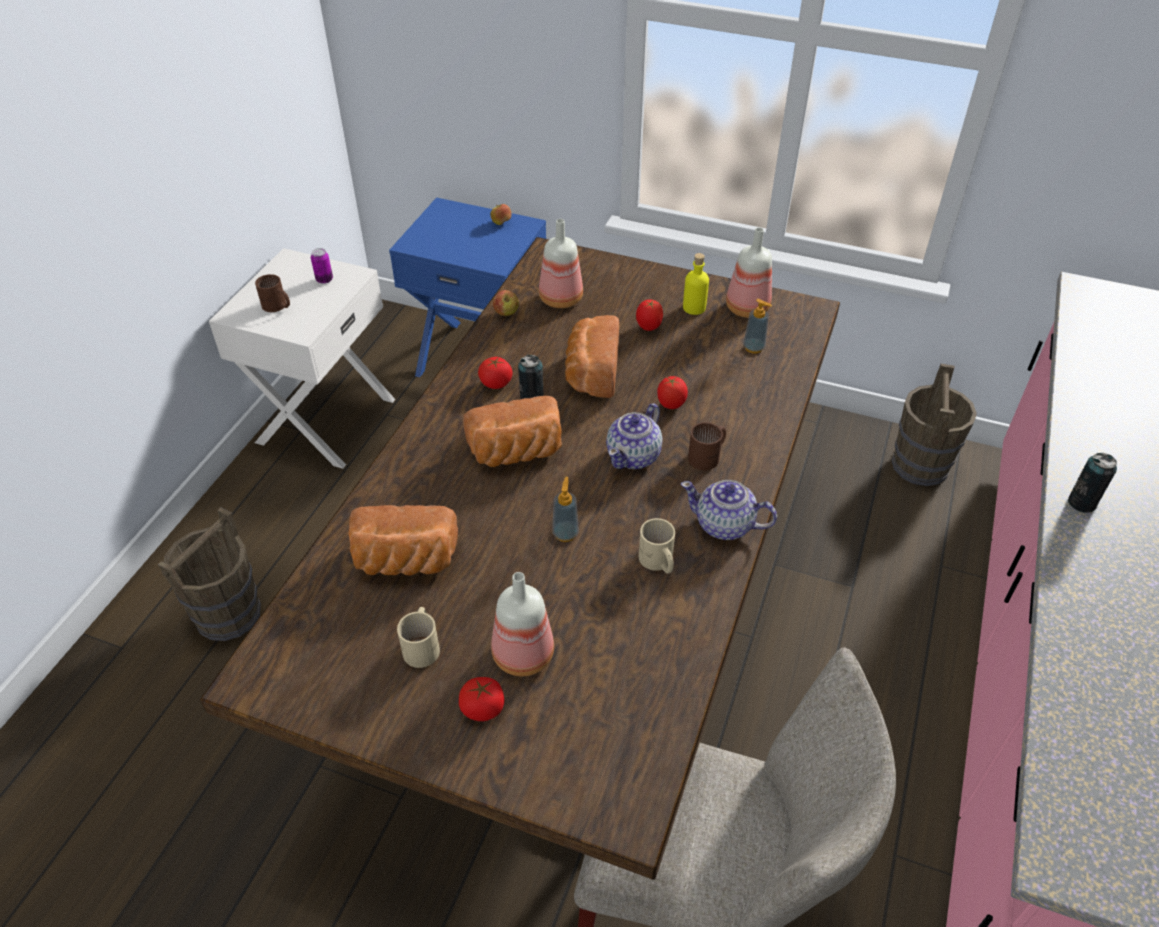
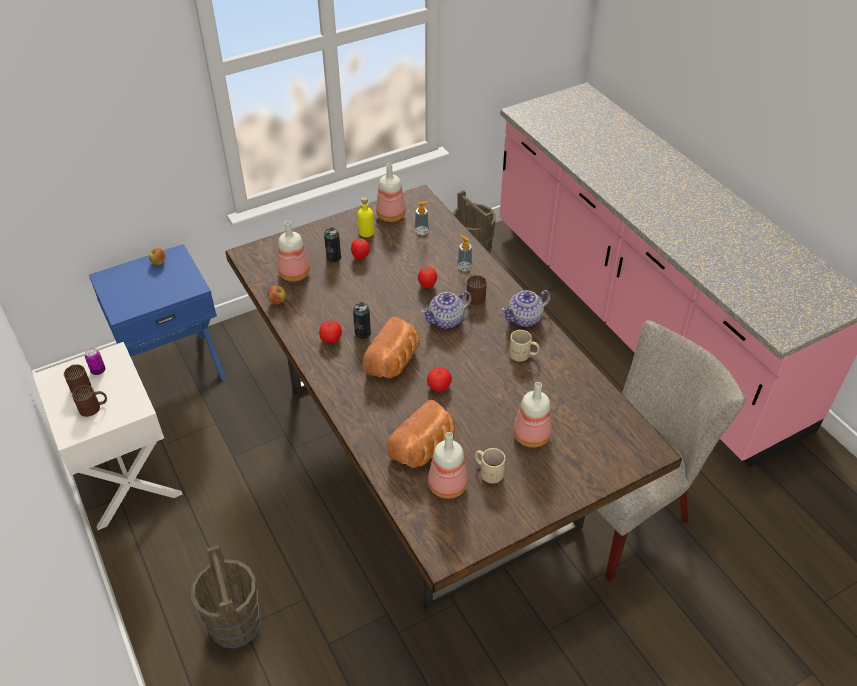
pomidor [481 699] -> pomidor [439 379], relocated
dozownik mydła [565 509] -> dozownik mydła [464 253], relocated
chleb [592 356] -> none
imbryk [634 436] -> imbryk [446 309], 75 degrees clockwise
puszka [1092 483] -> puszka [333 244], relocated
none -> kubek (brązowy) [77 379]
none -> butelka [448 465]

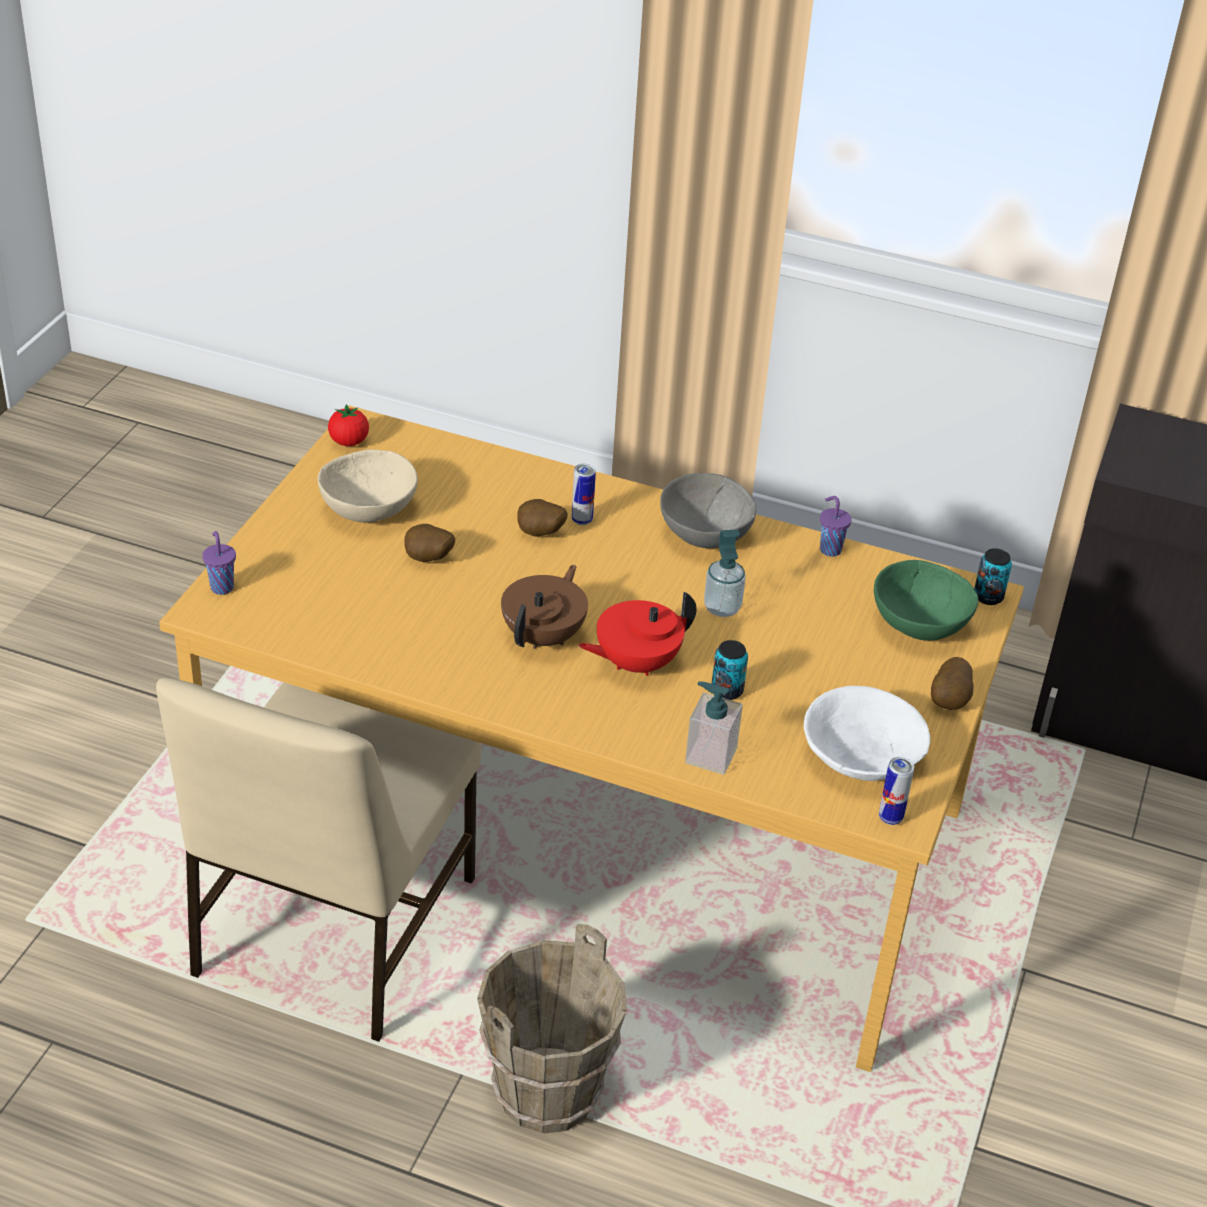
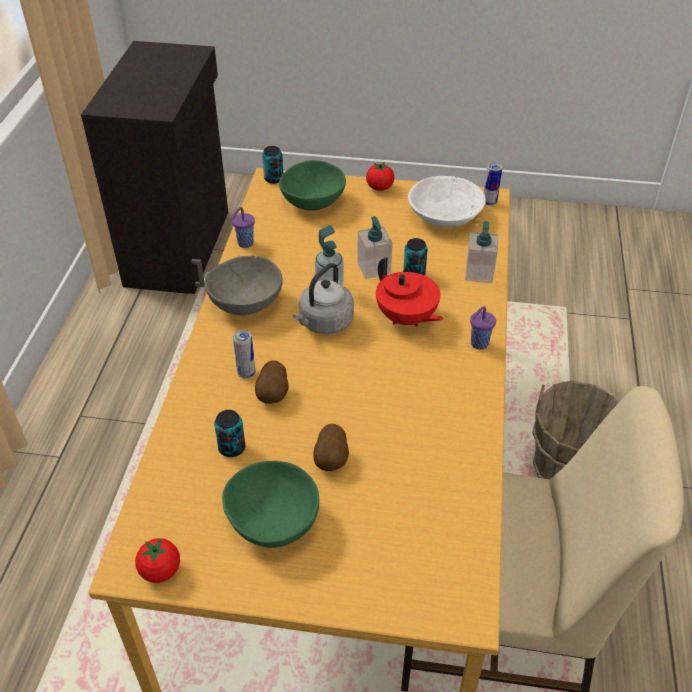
filiżanka (fioletowy) [219 563] -> filiżanka (fioletowy) [483 328], relocated
miska (beżowy) [368 486] -> miska (zielony) [270 504]
imbryk (brązowy) [544 607] -> none
ziemniak [952 683] -> pomidor [380 176]
none -> puszka [229 433]
none -> czajnik (szary) [323 298]
none -> dozownik mydła [374 247]

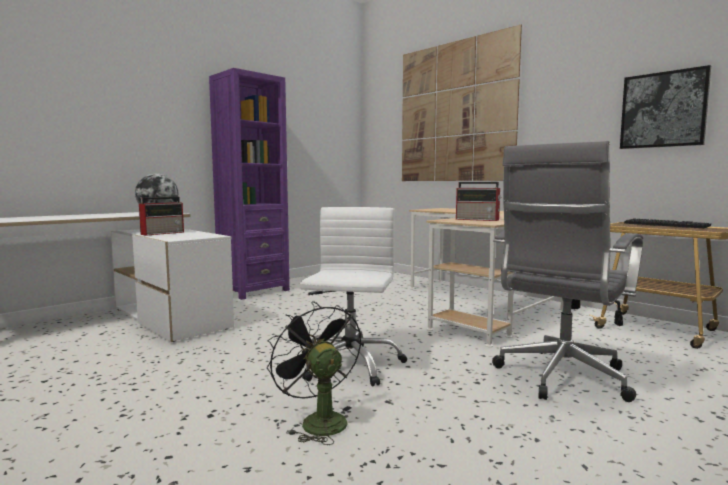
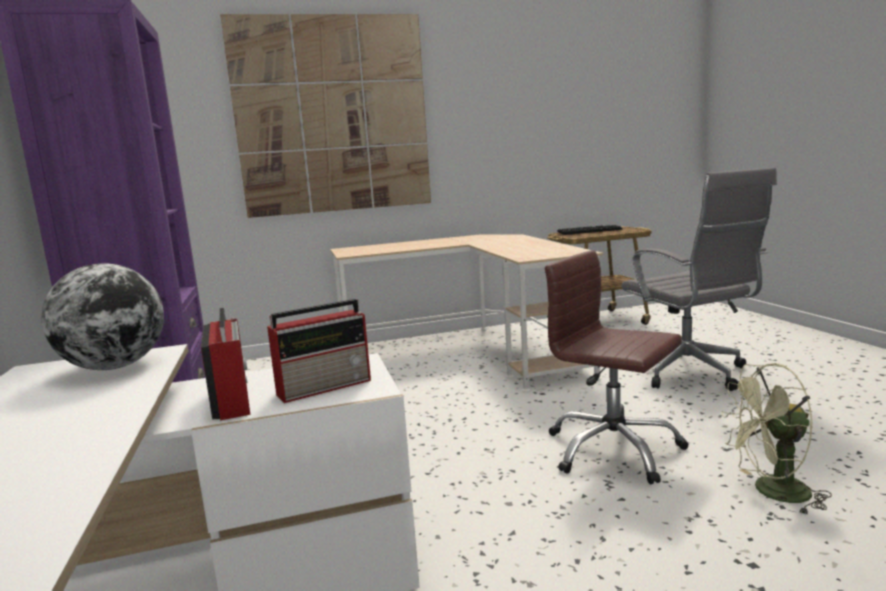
wentylator (czarny) [314 373] -> wentylator (zielony) [776 439]
krzesło biurowe (biały) [353 296] -> krzesło biurowe (brązowy) [617 367]
radio [478 201] -> radio [319 351], relocated
obraz [665 107] -> none

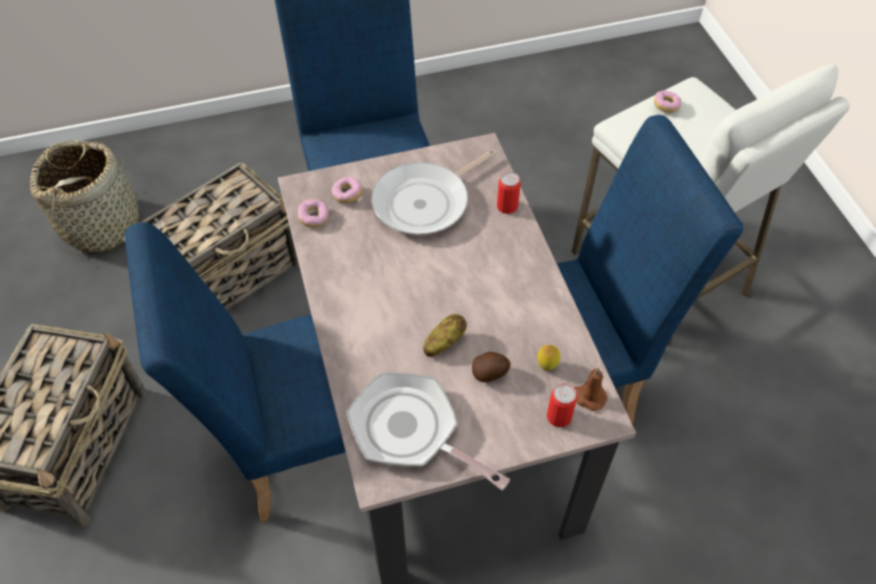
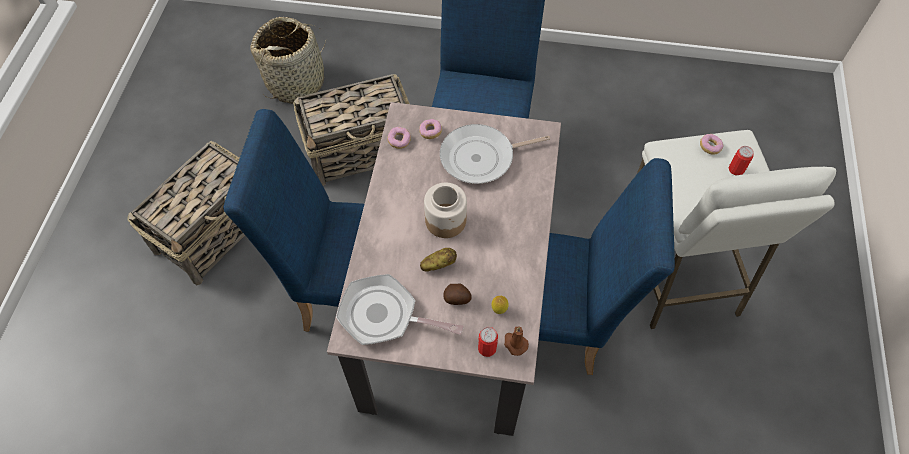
patelnia [428 431] -> patelnia [399 309], 45 degrees counterclockwise
puszka [509 193] -> puszka [741 161], relocated
none -> słoik [445 210]

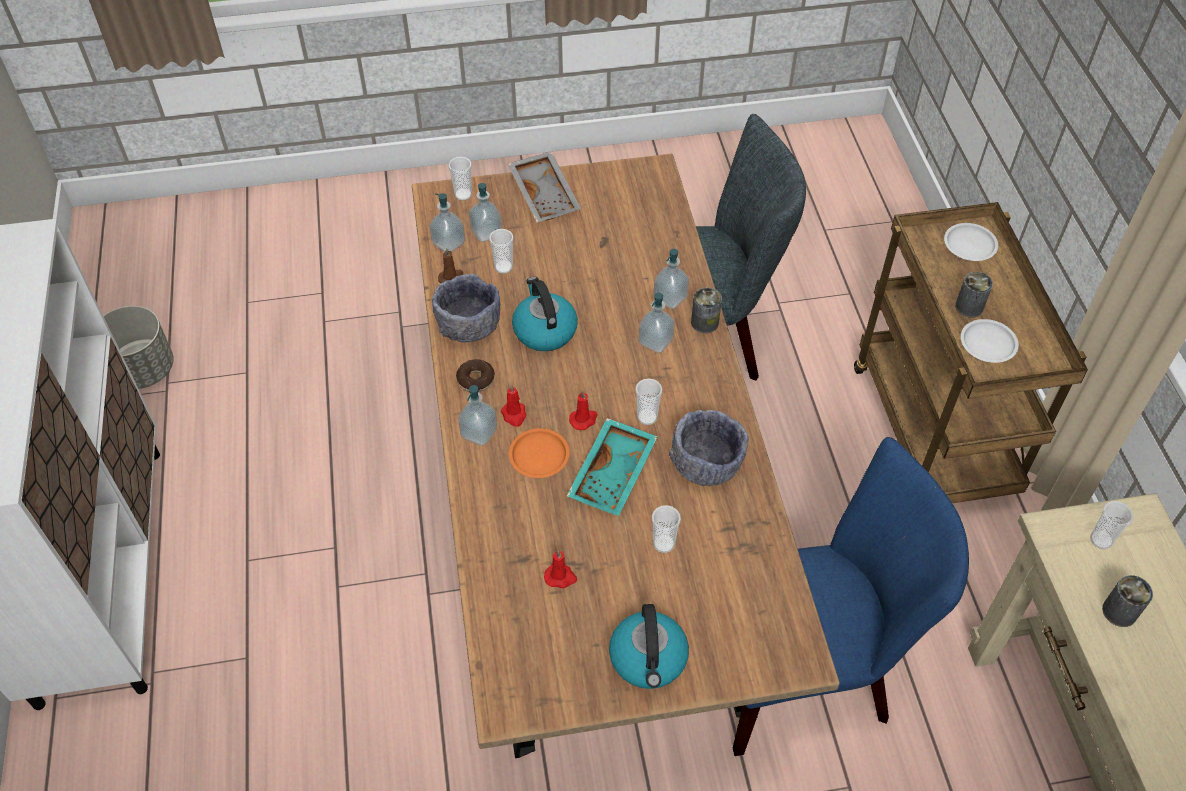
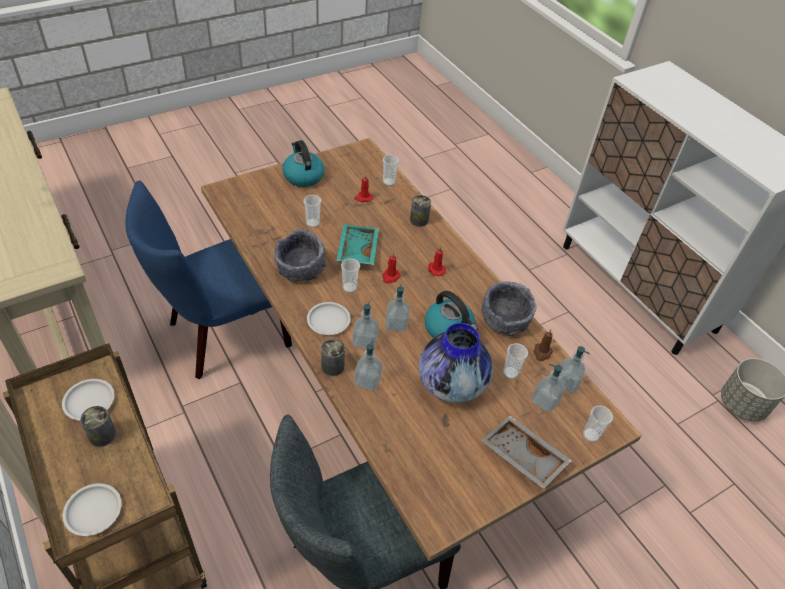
donut [475 375] -> none
dozownik mydła [477 415] -> dozownik mydła [397 308], relocated
talerz (pomarańczowy) [539 453] -> none
filiżanka [1112 525] -> filiżanka [391 170], relocated
puszka [1127 601] -> puszka [420 211], relocated
none -> talerz (biały) [329 318]
none -> wazon [455 363]

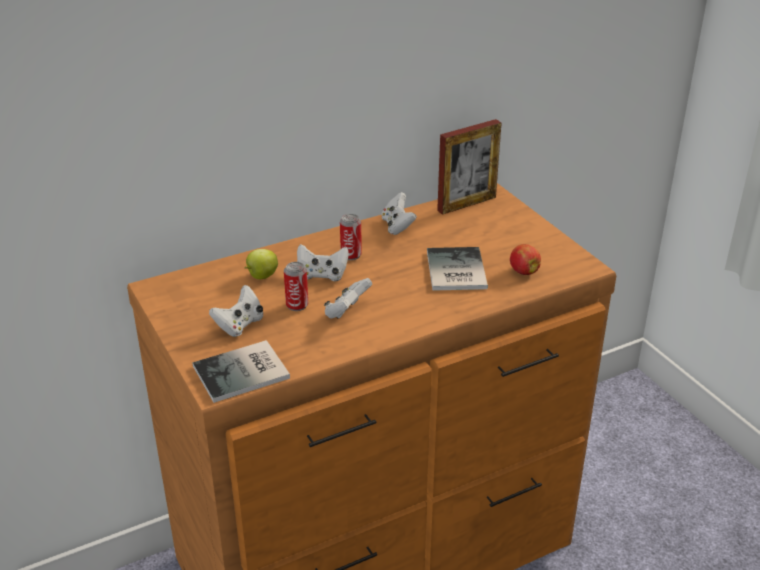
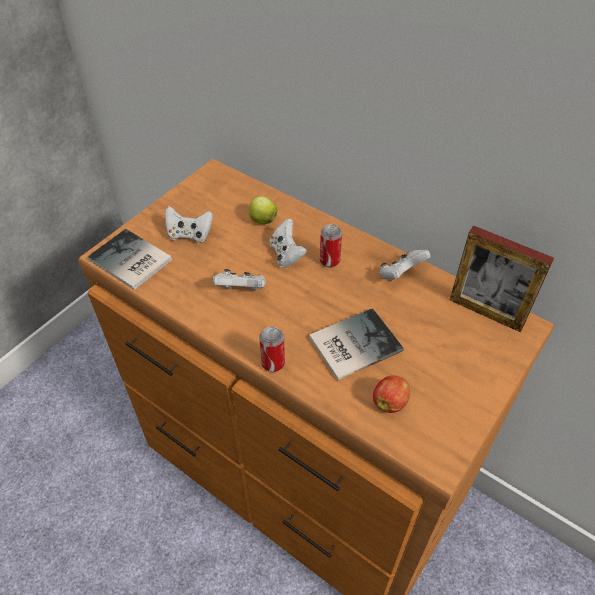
puszka [296 286] -> puszka [272 349], relocated

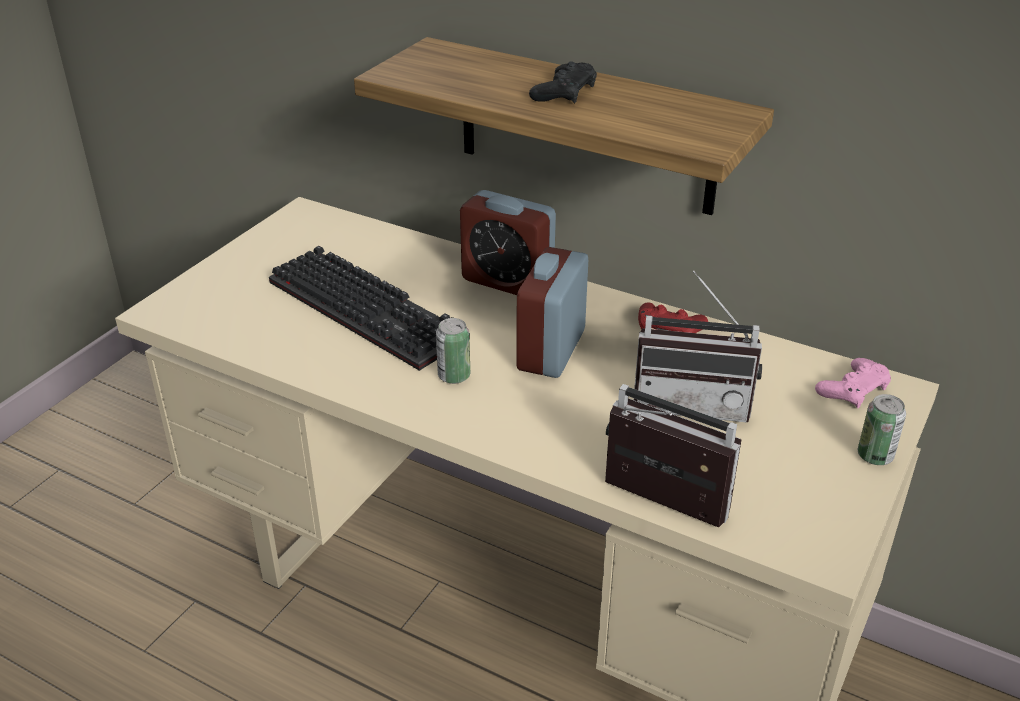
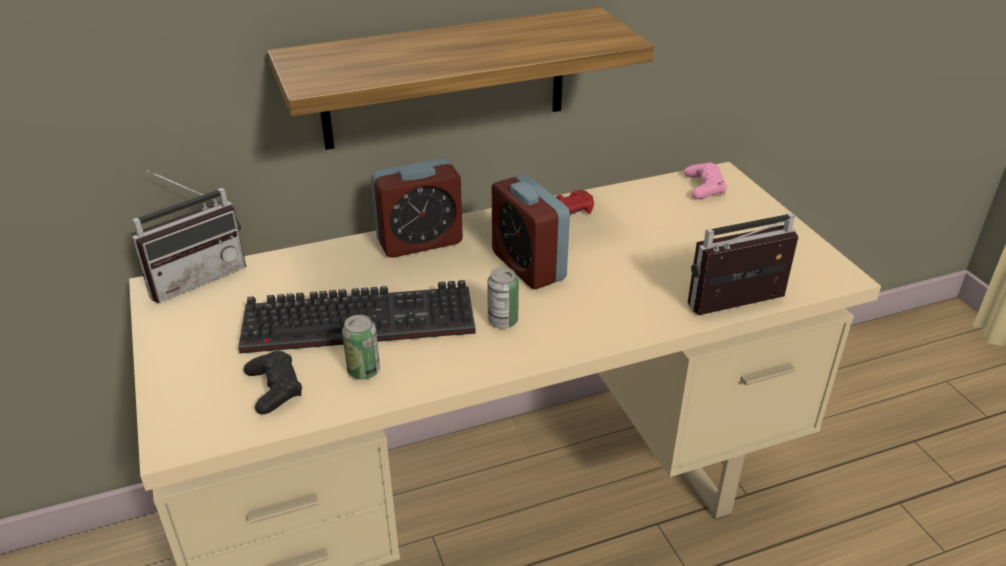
pad do gier (czarny) [563 82] -> pad do gier (czarny) [273 382], relocated
radio [697 346] -> radio [188 236], relocated
puszka [882 429] -> puszka [361 347], relocated

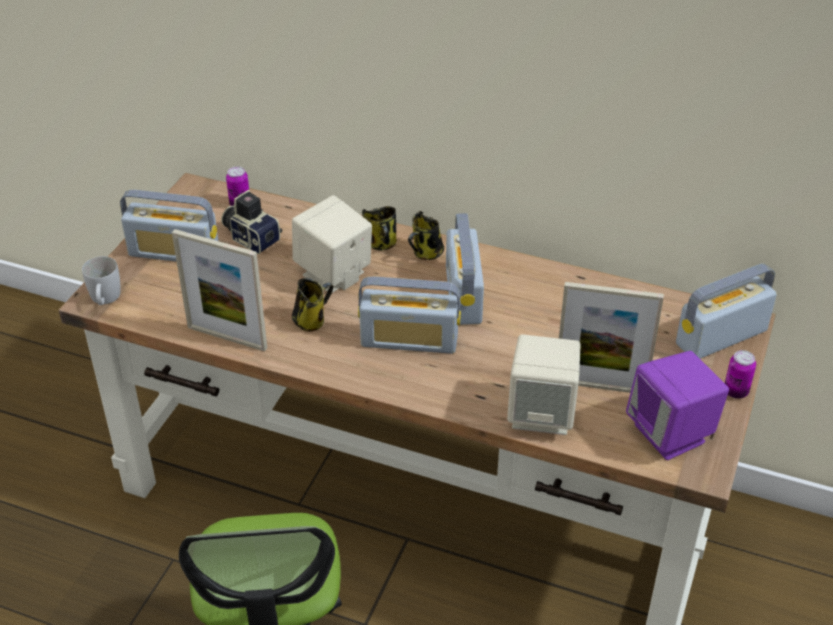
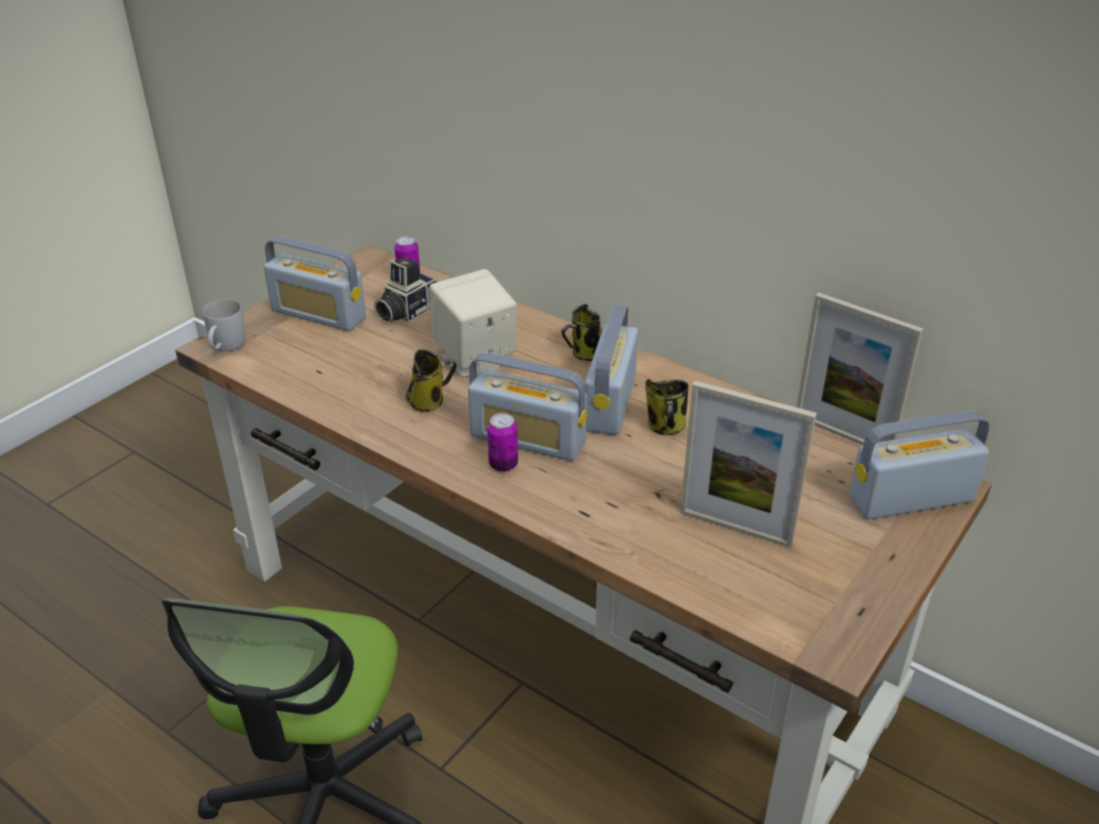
ramka na zdjęcie [219 290] -> ramka na zdjęcie [860 369], relocated
aparat fotograficzny [251 222] -> aparat fotograficzny [406 290], 105 degrees counterclockwise
kubek [379 228] -> kubek [666 407], relocated
głośnik (beżowy) [543 384] -> none
głośnik (fioletowy) [677 405] -> none
puszka [740 374] -> puszka [502 442], relocated

